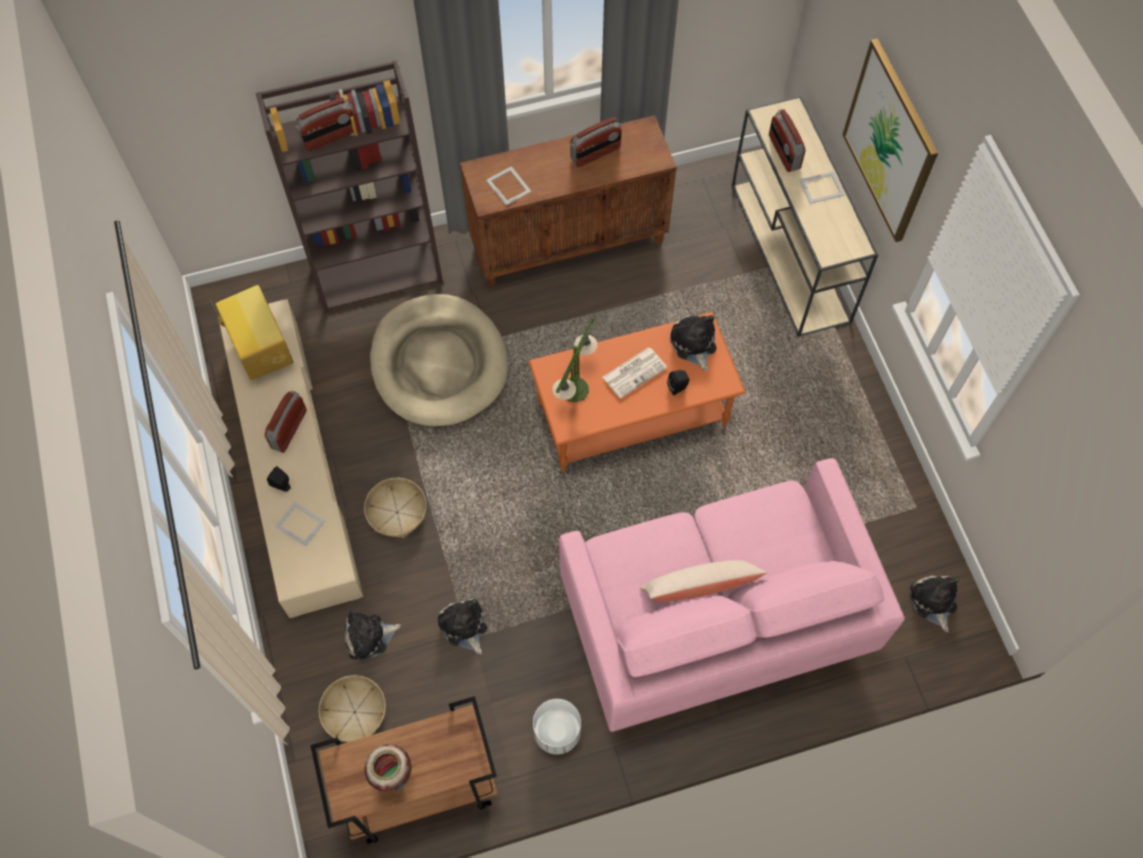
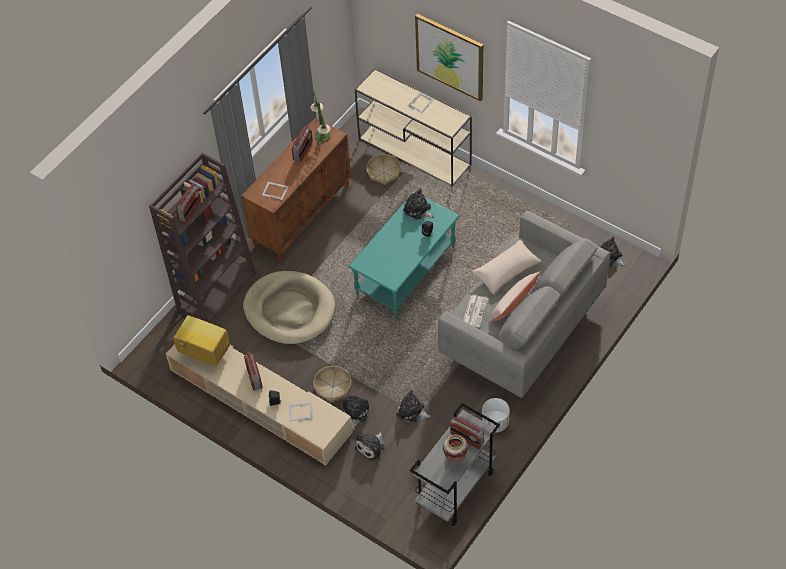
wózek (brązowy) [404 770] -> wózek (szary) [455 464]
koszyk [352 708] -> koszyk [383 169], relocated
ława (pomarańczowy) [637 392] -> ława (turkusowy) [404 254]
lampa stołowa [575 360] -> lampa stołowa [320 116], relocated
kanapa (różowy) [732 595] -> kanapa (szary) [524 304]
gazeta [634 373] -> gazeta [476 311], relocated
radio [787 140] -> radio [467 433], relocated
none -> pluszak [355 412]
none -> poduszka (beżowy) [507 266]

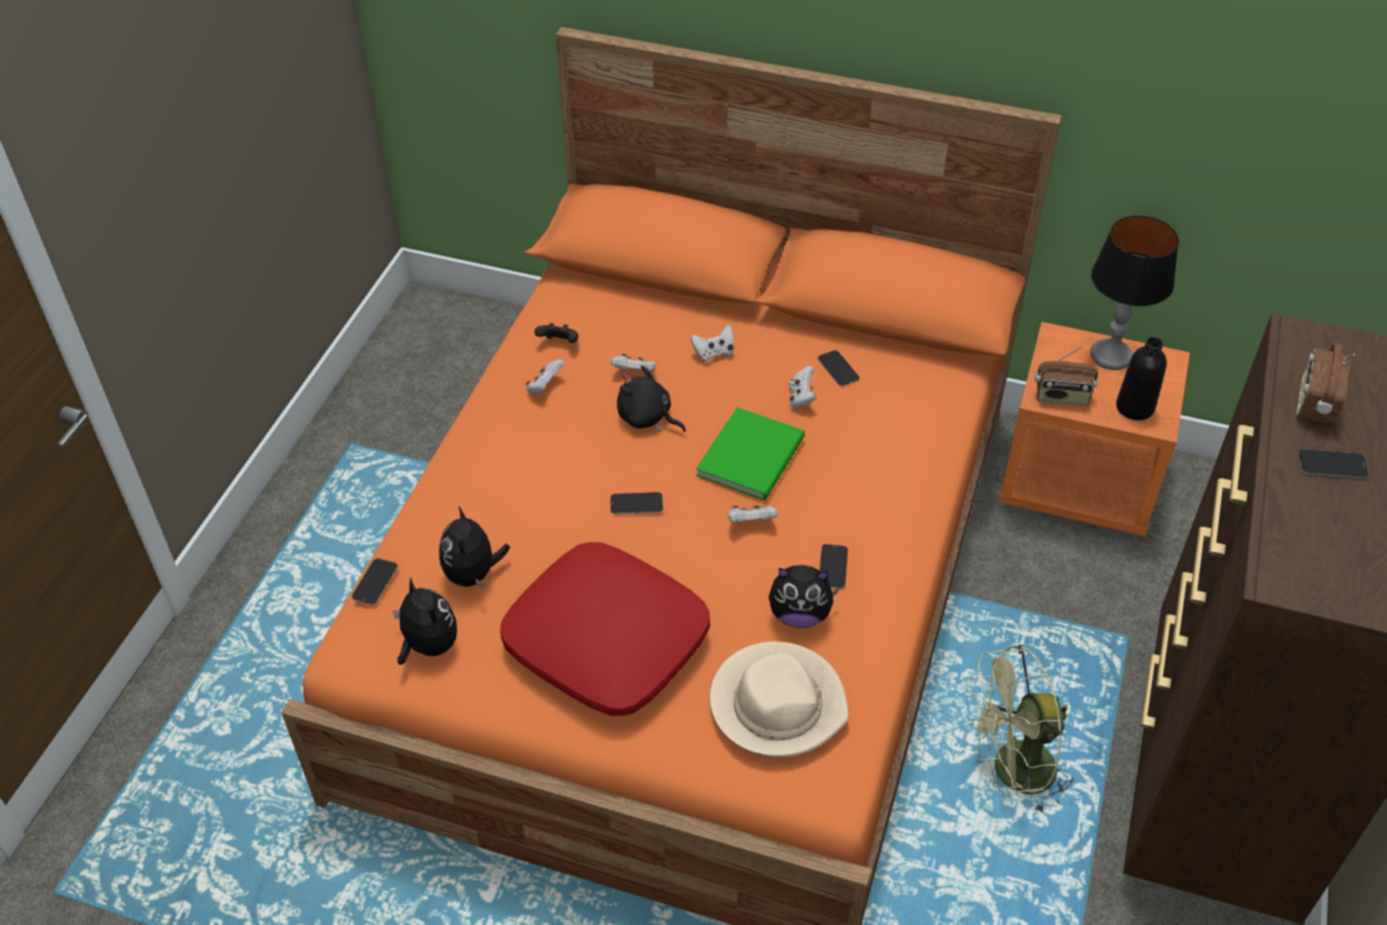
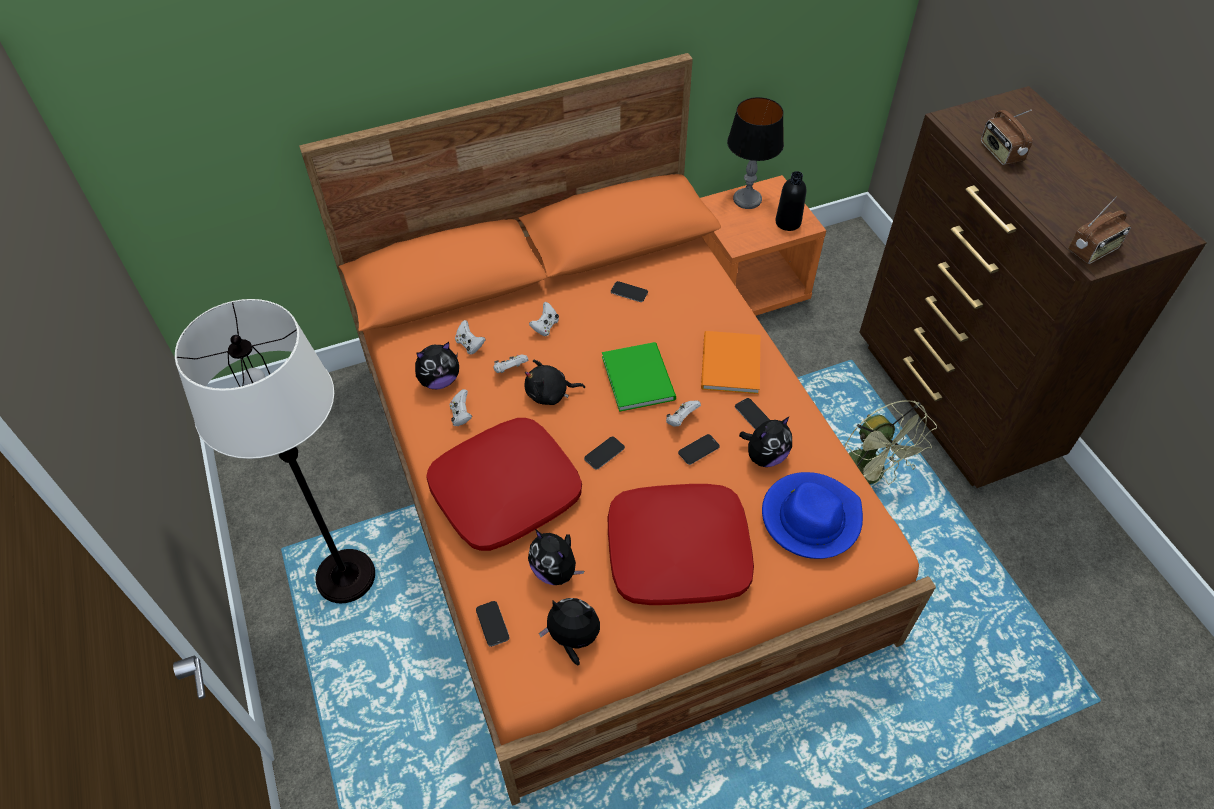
pad do gier (czarny) [556 333] -> pluszak [437 365]
kapelusz (beżowy) [779 700] -> kapelusz (niebieski) [812 515]
pad do gier (biały) [803 387] -> pad do gier (biały) [470 337], relocated
wentylator (zielony) [1020 730] -> wentylator (zielony) [890 443], 60 degrees counterclockwise
radio [1066 376] -> radio [1099 230], relocated
telefon [1333 464] -> telefon [699 449], relocated
none -> lampa stojąca (biały) [275 451]
none -> poduszka (czerwony) [504 484]
none -> książka (pomarańczowy) [730 362]

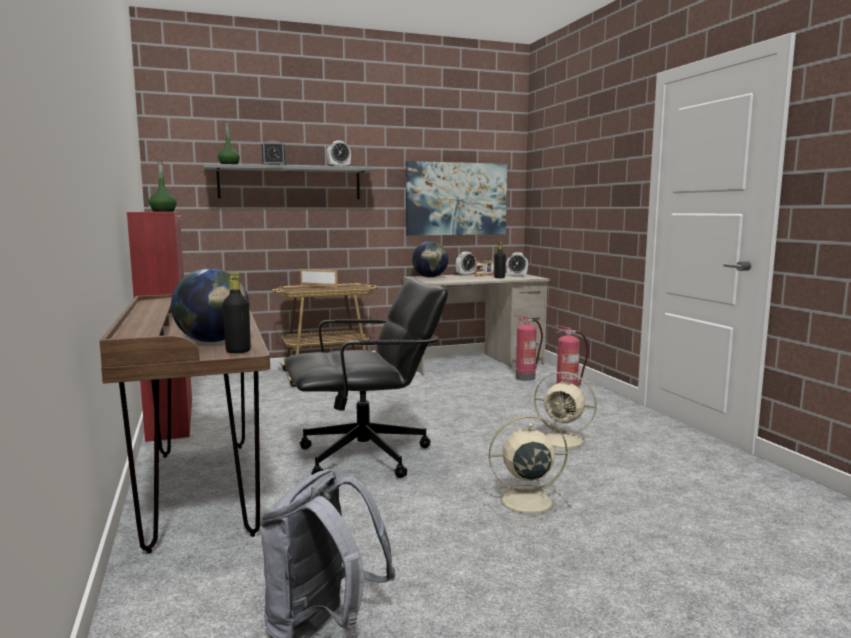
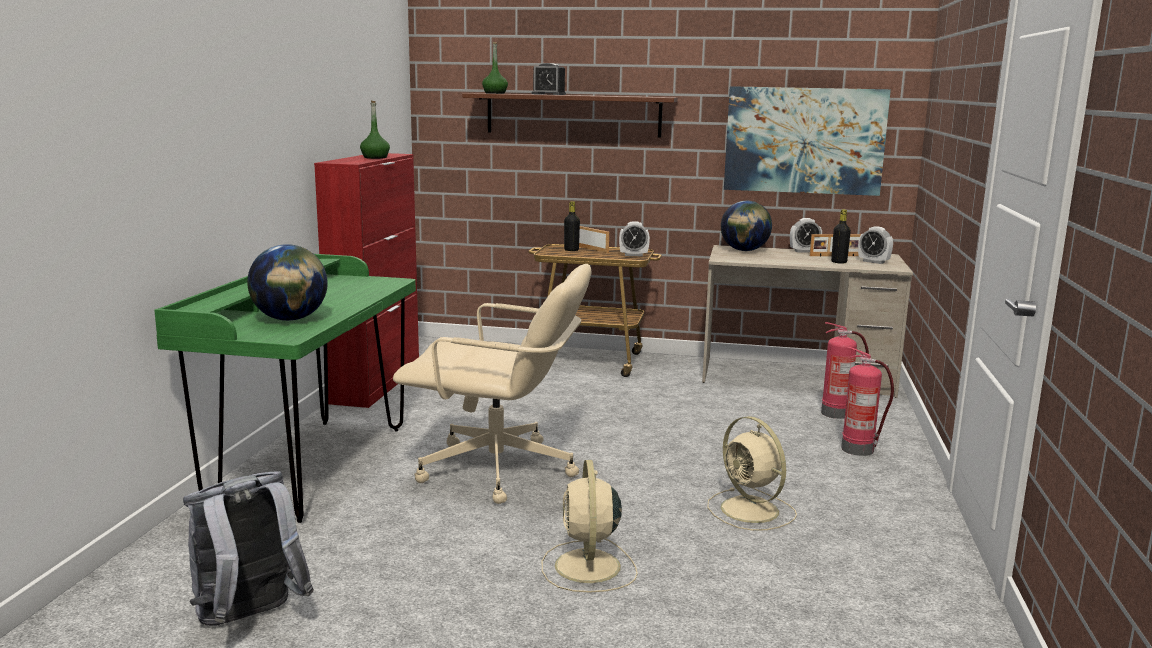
biurko (brązowy) [184 424] -> biurko (zielony) [285 388]
półka (szary) [290 181] -> półka (brązowy) [570 115]
butelka (czarny) [236 313] -> butelka (czarny) [572 226], relocated
krzesło biurowe (czarny) [366 378] -> krzesło biurowe (beżowy) [492 384]
budzik [339 154] -> budzik [634 238], relocated
wentylator (beżowy) [529 468] -> wentylator (beżowy) [590 526], 120 degrees counterclockwise

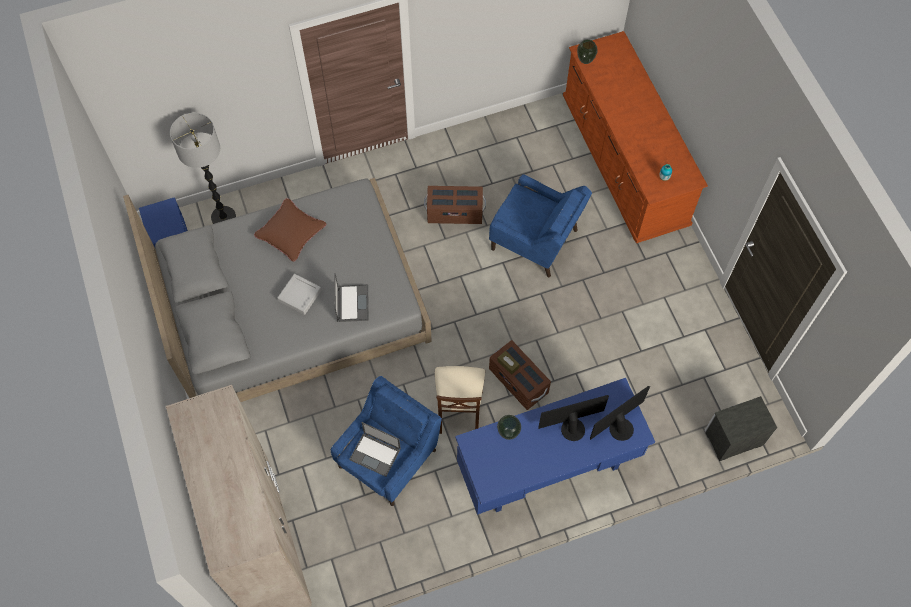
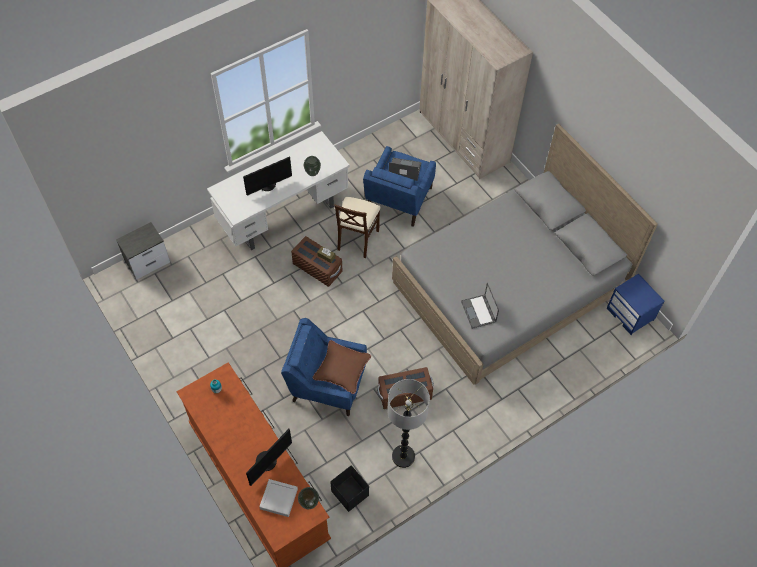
lampa stojąca [203 168] -> lampa stojąca [408 423], relocated
poduszka (brązowy) [290 230] -> poduszka (brązowy) [342 367], relocated
taca (szary) [299 294] -> taca (szary) [278 498], relocated
laptop [352 298] -> laptop [480 306], relocated
krzesło (beżowy) [460 400] -> krzesło (beżowy) [357 227], 150 degrees counterclockwise
biurko (niebieski) [555 446] -> biurko (biały) [278 190]
monitor [620 413] -> monitor [269 457], relocated
none -> pojemnik do przechowywania (czarny) [349 488]

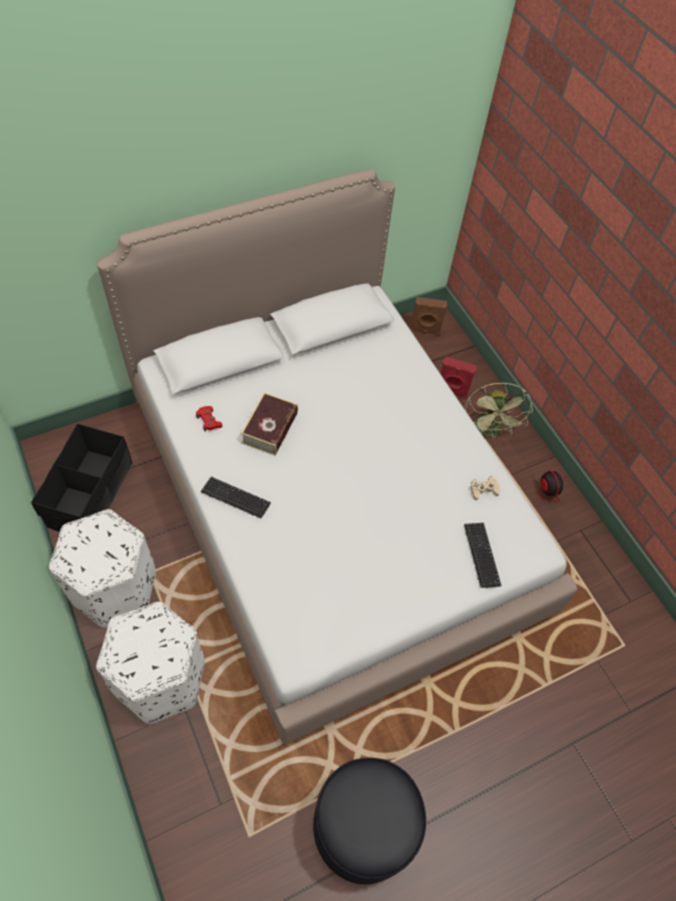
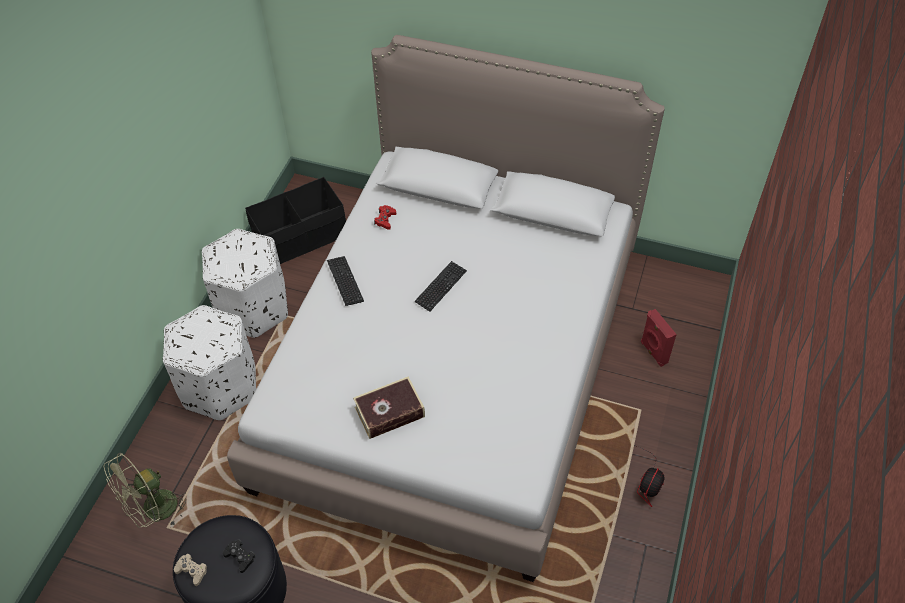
książka [269 423] -> książka [389 408], relocated
głośnik (brązowy) [428 316] -> none
klawiatura [482 555] -> klawiatura [440 286], relocated
wentylator (zielony) [499 410] -> wentylator (zielony) [145 489], relocated
pad do gier (beżowy) [485 488] -> pad do gier (beżowy) [191 570], relocated
none -> pad do gier (czarny) [239 556]

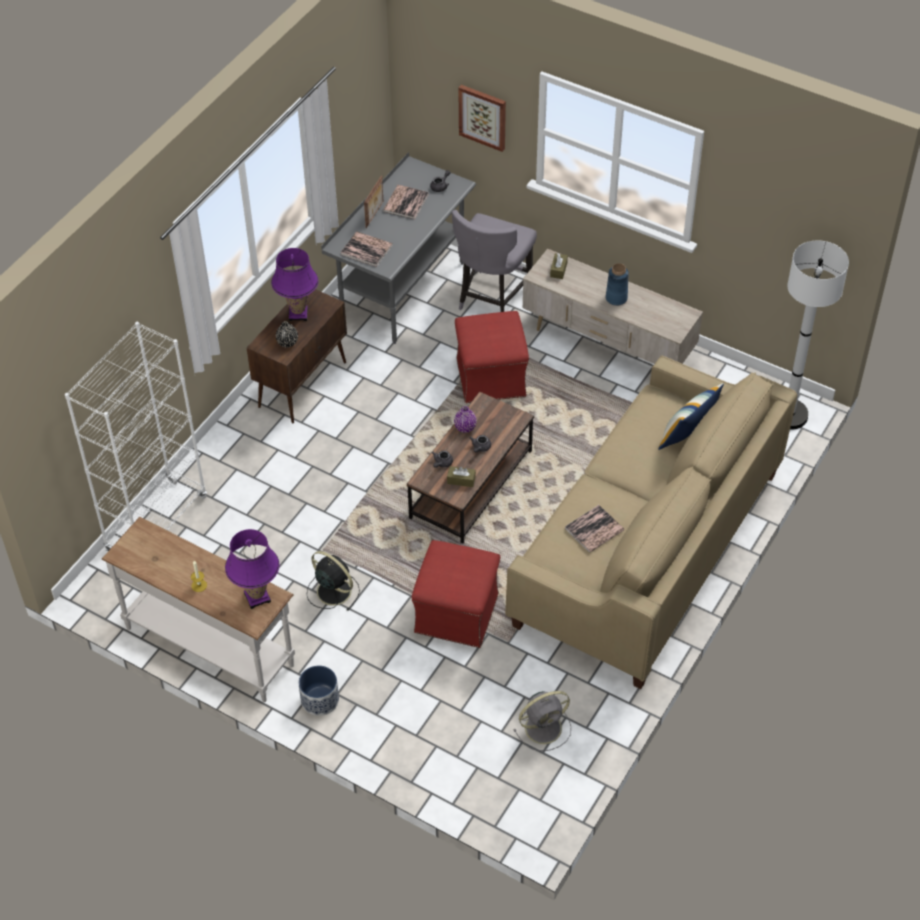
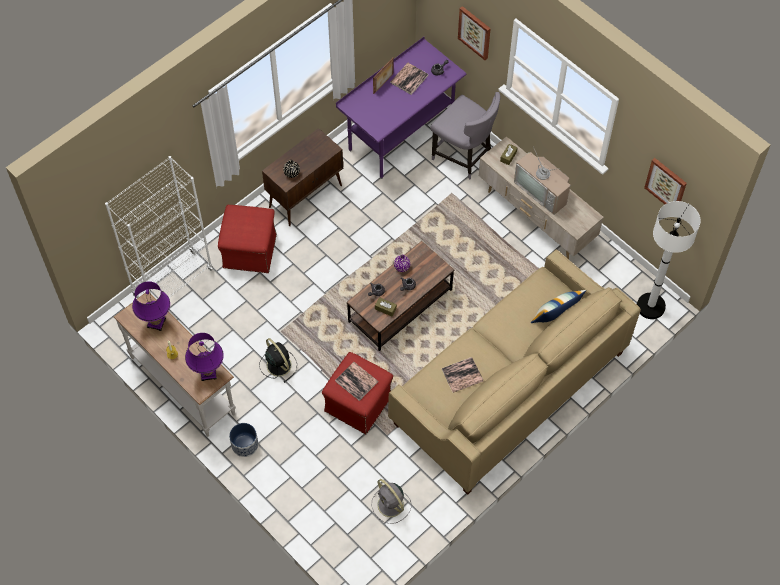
lampa stołowa (fioletowy) [294 284] -> lampa stołowa (fioletowy) [151 306], relocated
biurko (szary) [398 248] -> biurko (fioletowy) [401 107]
książka [366 249] -> książka [356 381], relocated
krzesło (szary) [494 261] -> krzesło (szary) [465 136], 90 degrees counterclockwise
pufa (czerwony) [492 357] -> pufa (czerwony) [247 239], relocated
wentylator (szary) [542 721] -> wentylator (szary) [391 501], 60 degrees clockwise
wazon (niebieski) [617 284] -> telewizor [542 181]
none -> obraz [665 181]

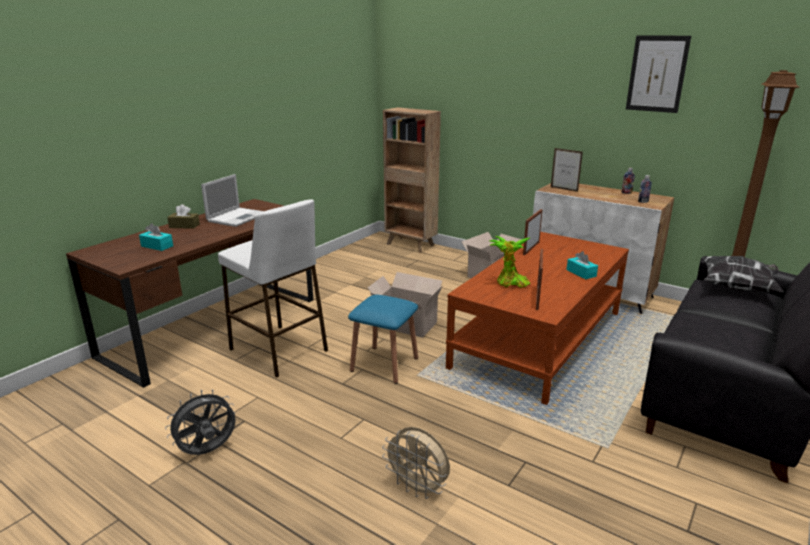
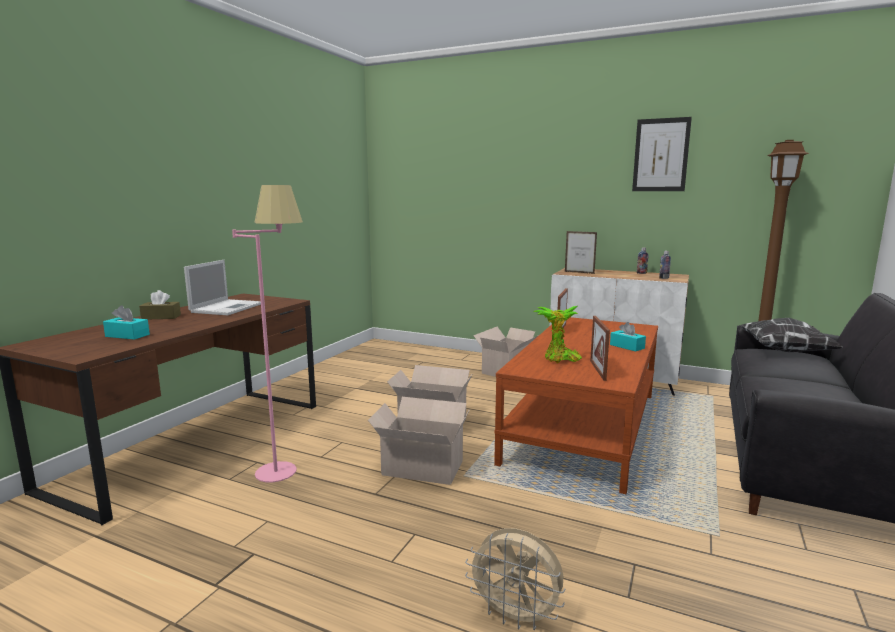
wentylator (szary) [200 422] -> none
stołek (biały) [273 288] -> lampa stojąca (różowy) [267 333]
stołek (niebieski) [383 339] -> karton [419 441]
regał (brązowy) [412 180] -> none

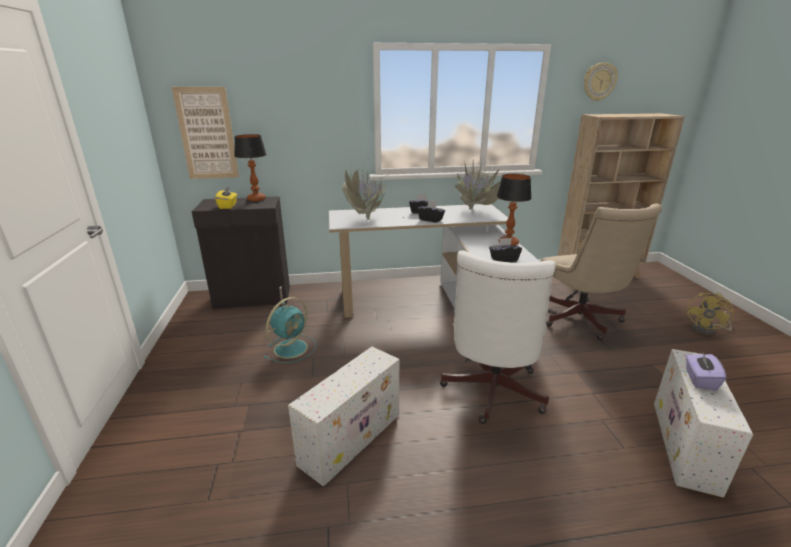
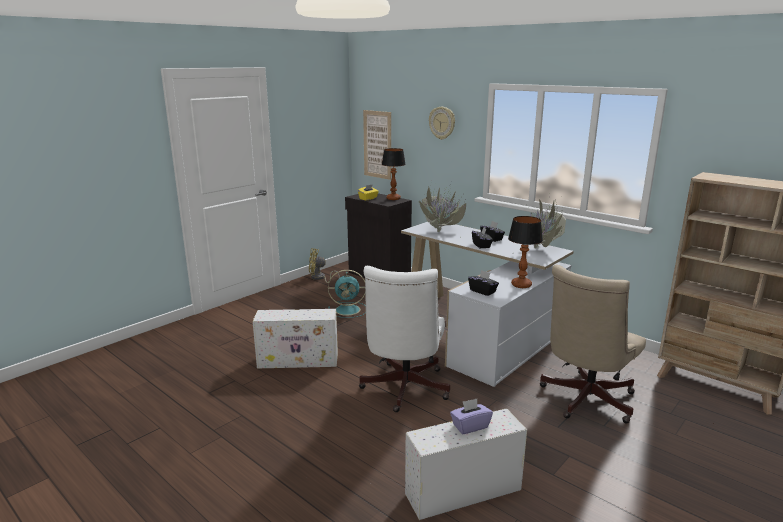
krzesło biurowe (biały) [498 337] -> krzesło biurowe (biały) [404 339], 60 degrees counterclockwise
zegar ścienny [601 81] -> zegar ścienny [442 123], relocated
wentylator (żółty) [710 314] -> wentylator (żółty) [324 265], relocated

